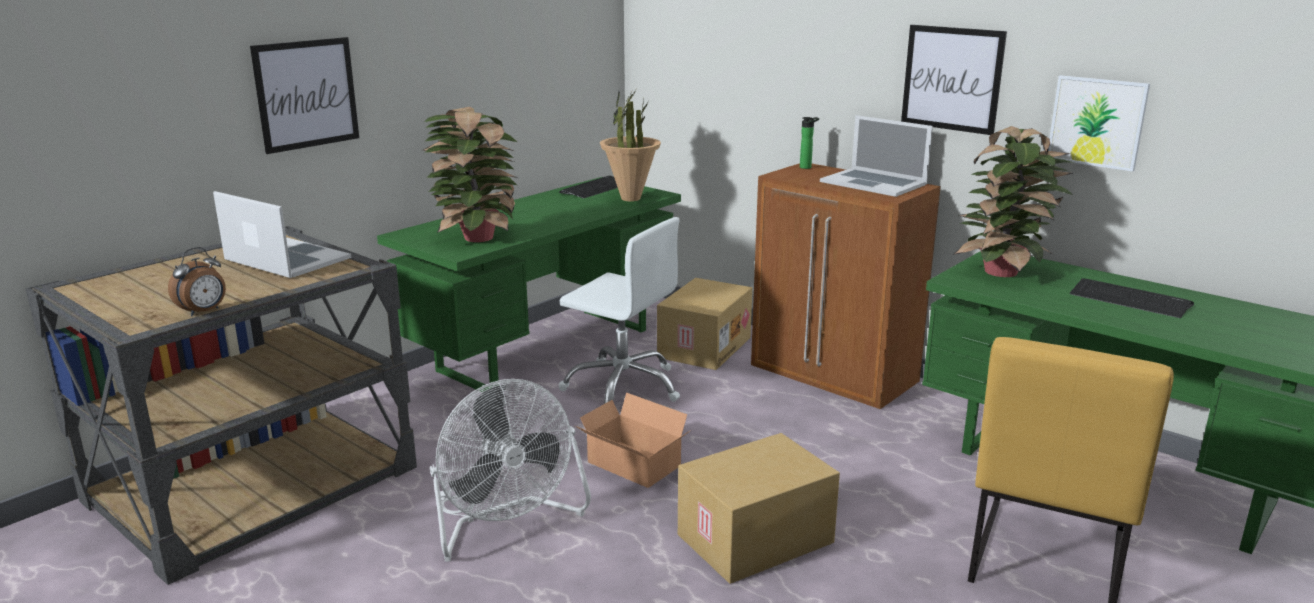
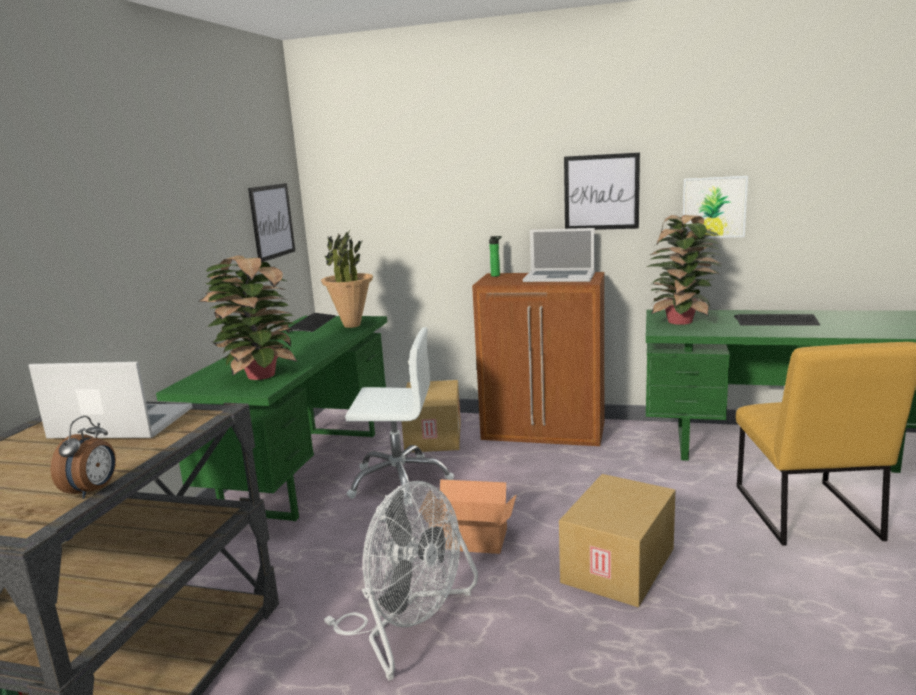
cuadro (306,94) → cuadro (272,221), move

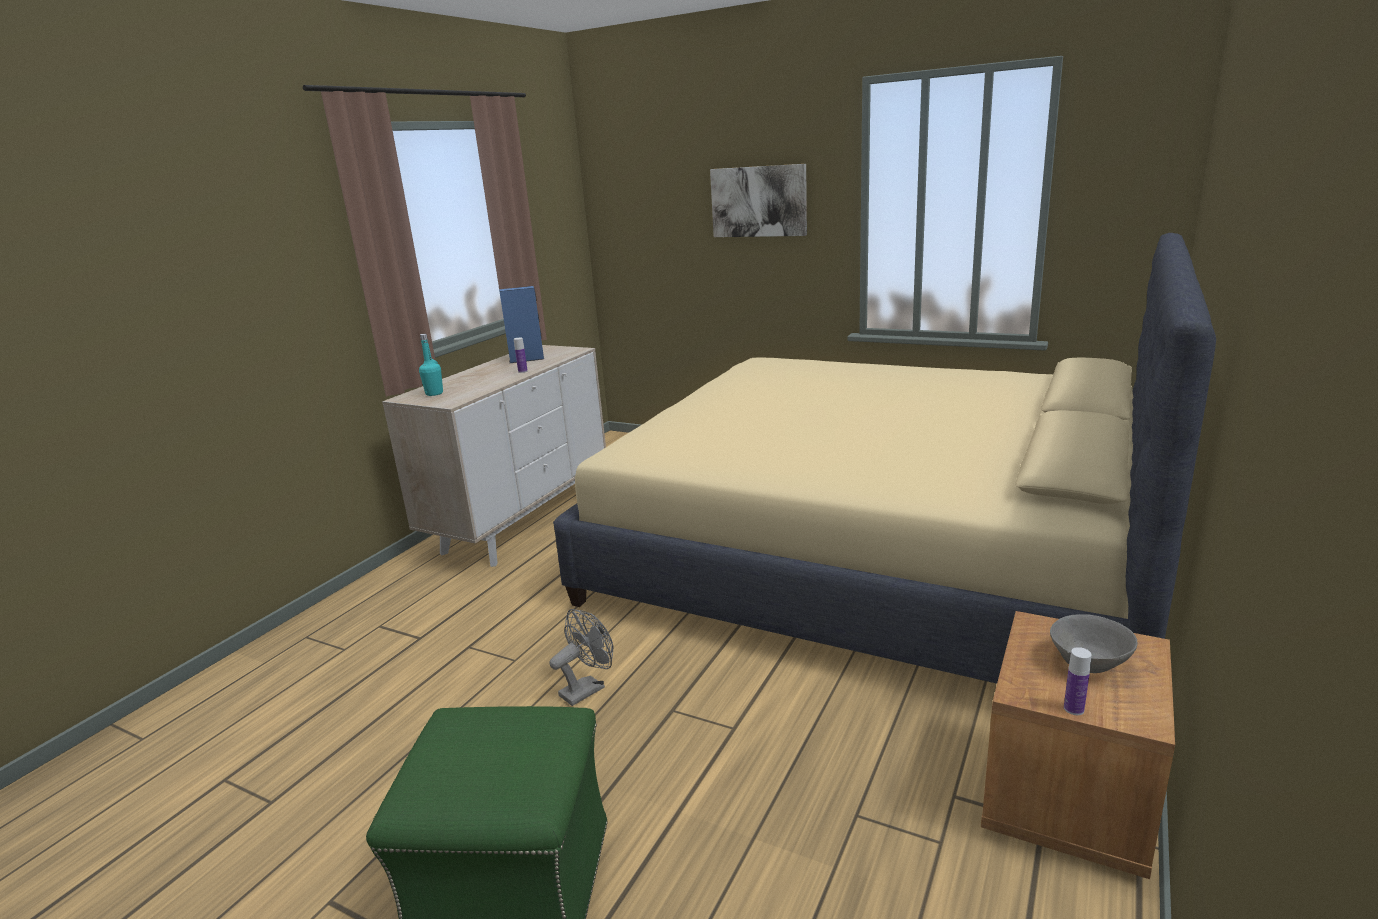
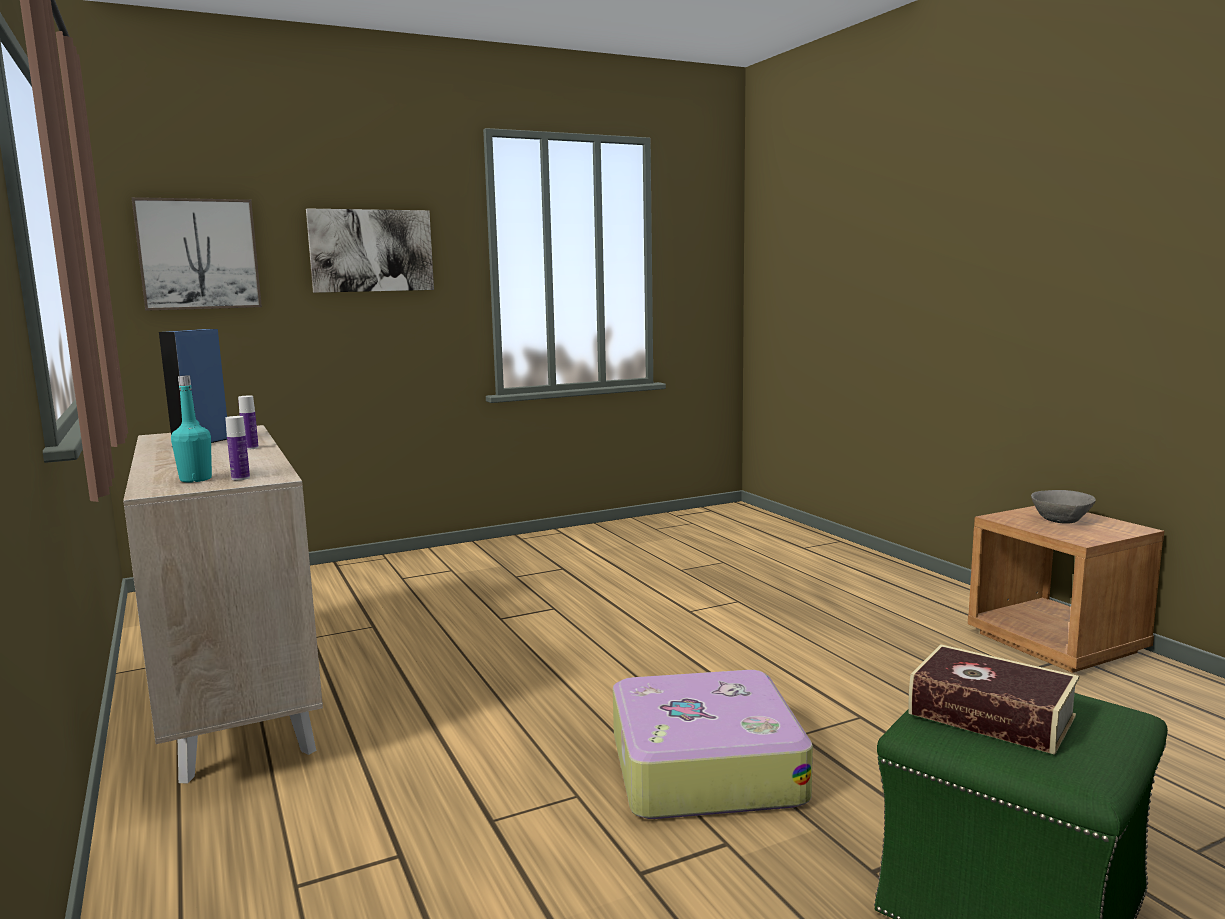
ventilador/gris (587,688) → maleta (703,767)
cama/beis (877,552) → -
botella (1073,709) → botella (240,478), move
- → cuadro (198,254)
- → libro (991,715)

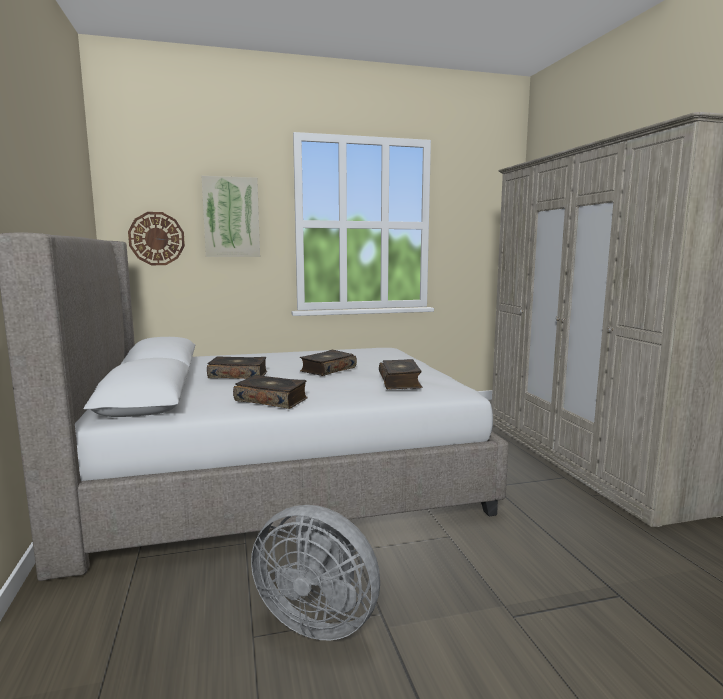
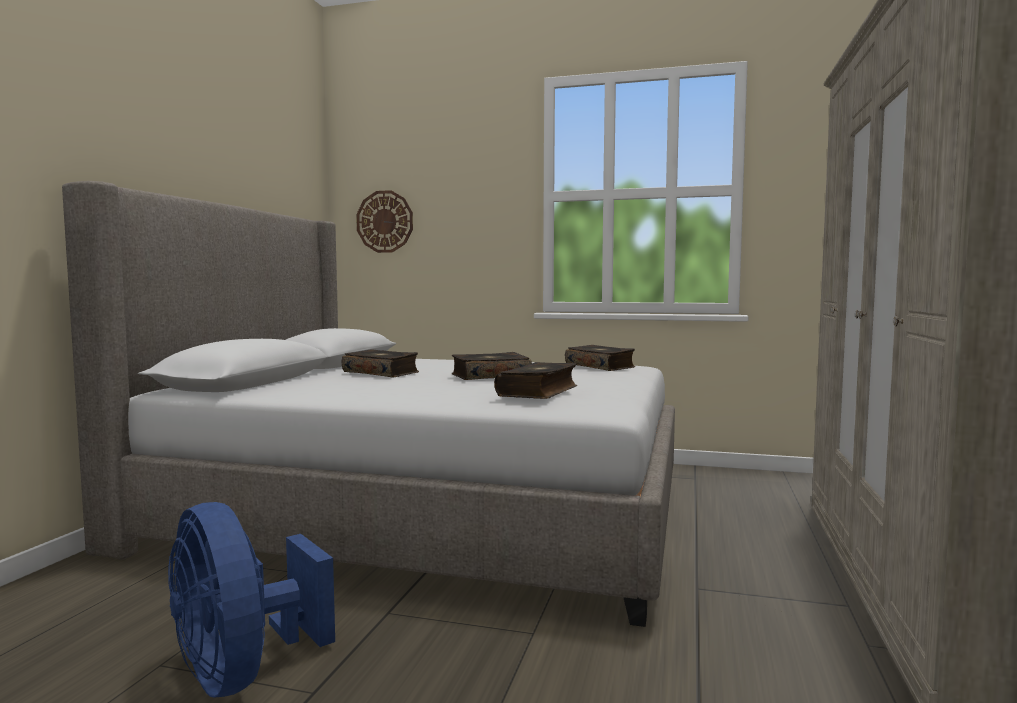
cuadro (231,217) → -
libro (272,400) → libro (600,366), move
ventilador/gris (318,619) → ventilador/azul (242,672)

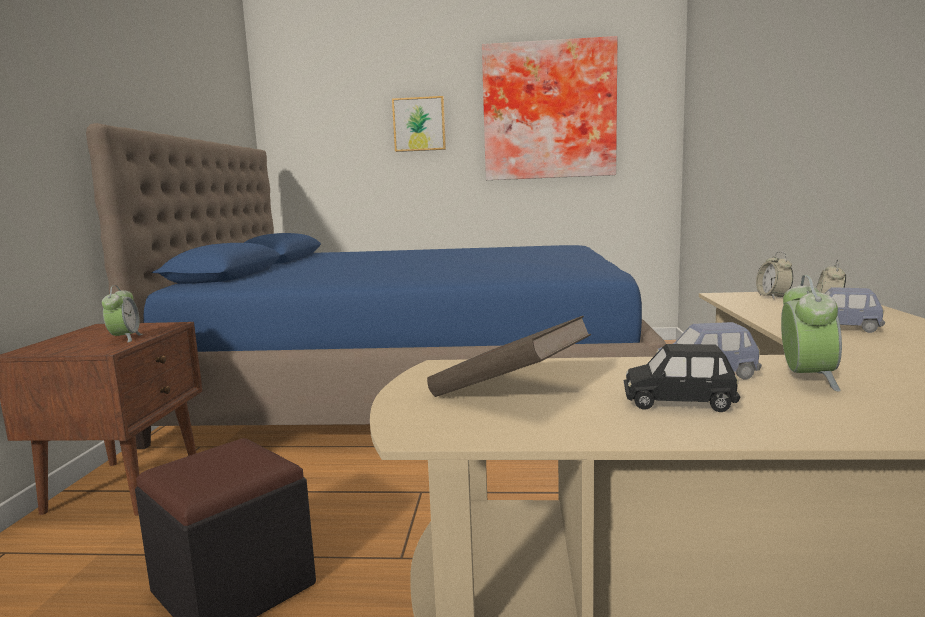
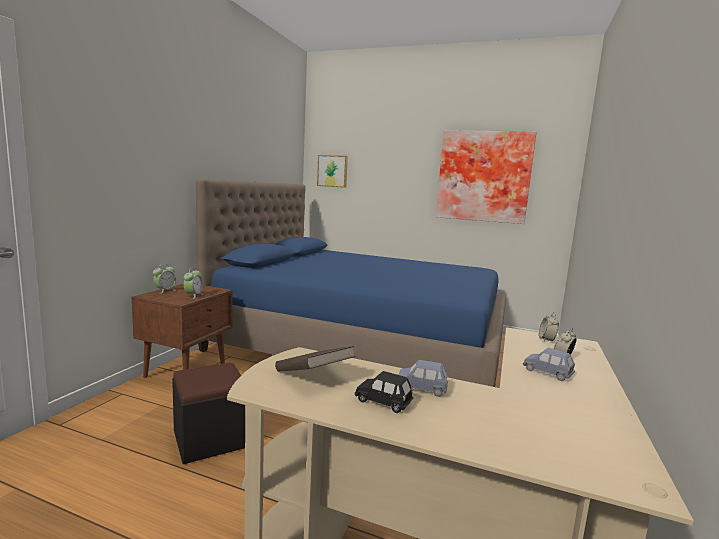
cuadro (419,124) → cuadro (332,171), move
despertador (806,379) → despertador (165,291), move

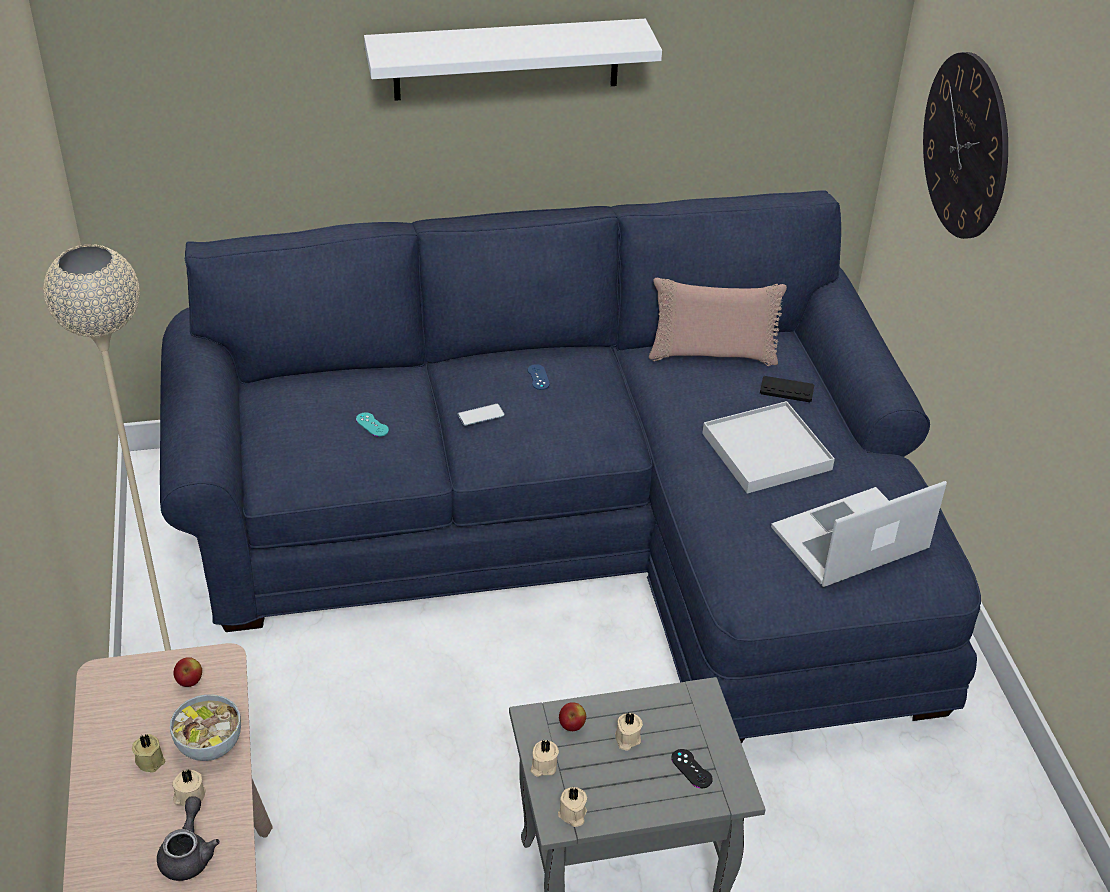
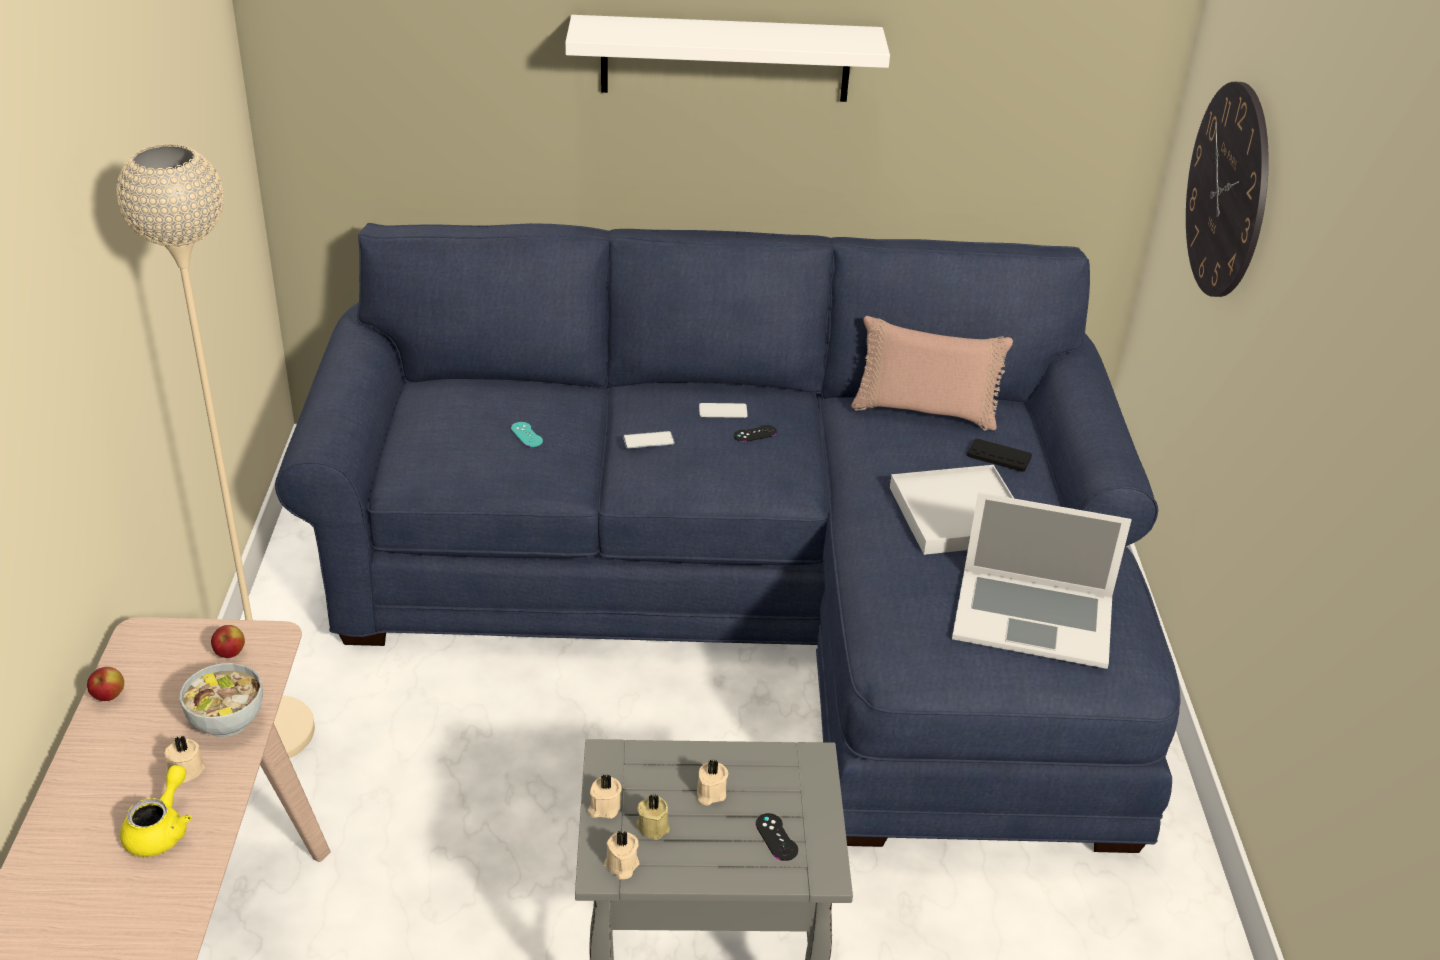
vela/beis (150,760) → vela/beis (653,825), move
tetera/gris (188,853) → tetera/amarillo (161,830)
mando de consola/azul (538,377) → móvil (723,411)
manzana (572,726) → manzana (109,696), move
portátil (850,538) → portátil (1033,617), 150 degrees counterclockwise
- → mando de consola/negro (755,434)

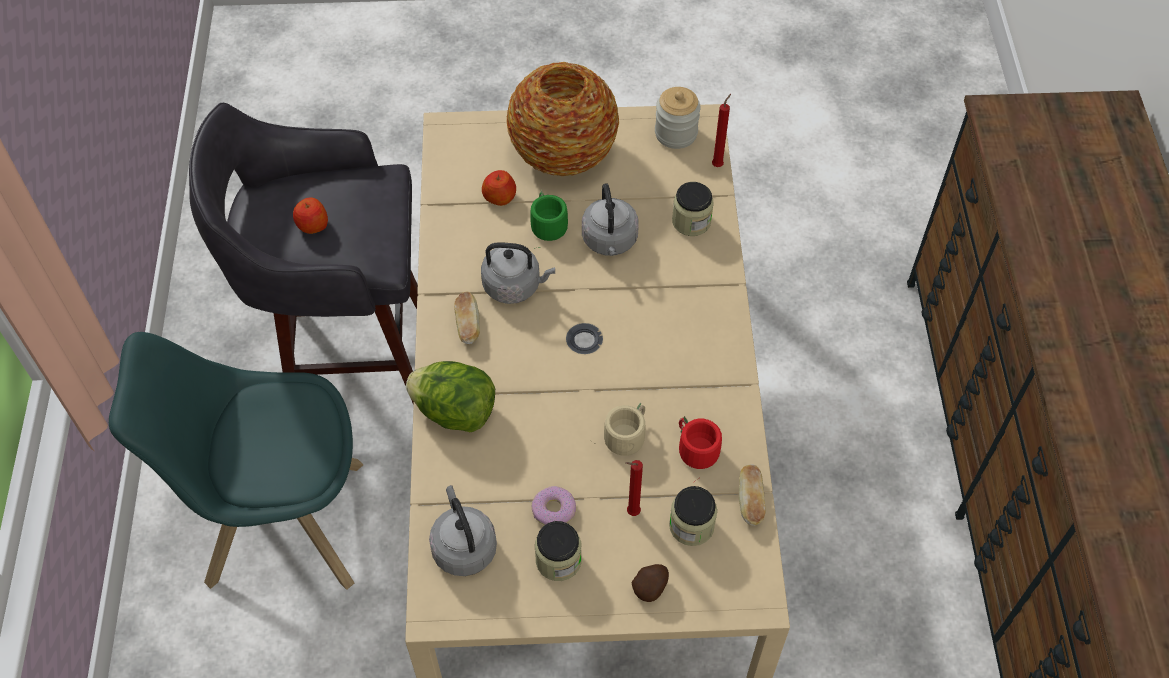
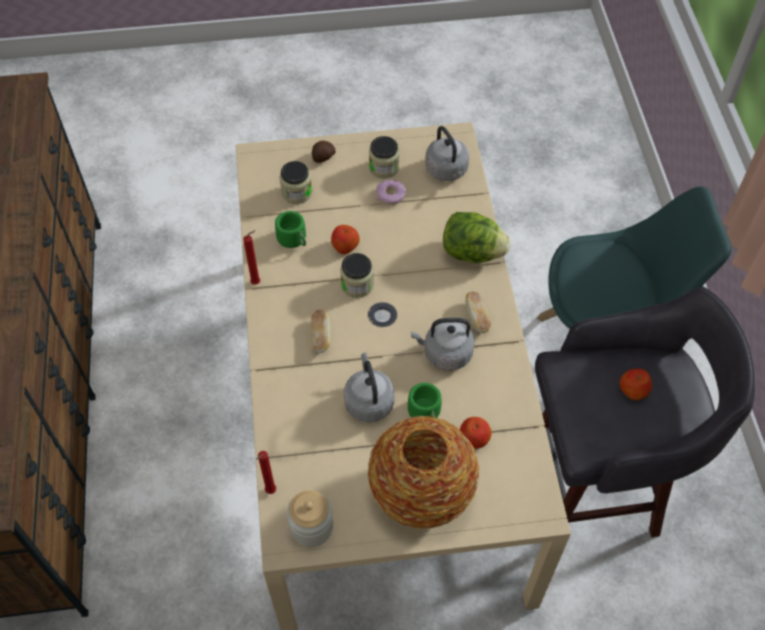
taza grande/beis (625,434) → manzana (345,246)
vela/rojo (631,512) → vela/rojo (257,282), move
tarro (691,221) → tarro (357,285), move
taza grande/rojo (693,450) → taza grande/verde (295,239)
pan (750,501) → pan (320,336), move

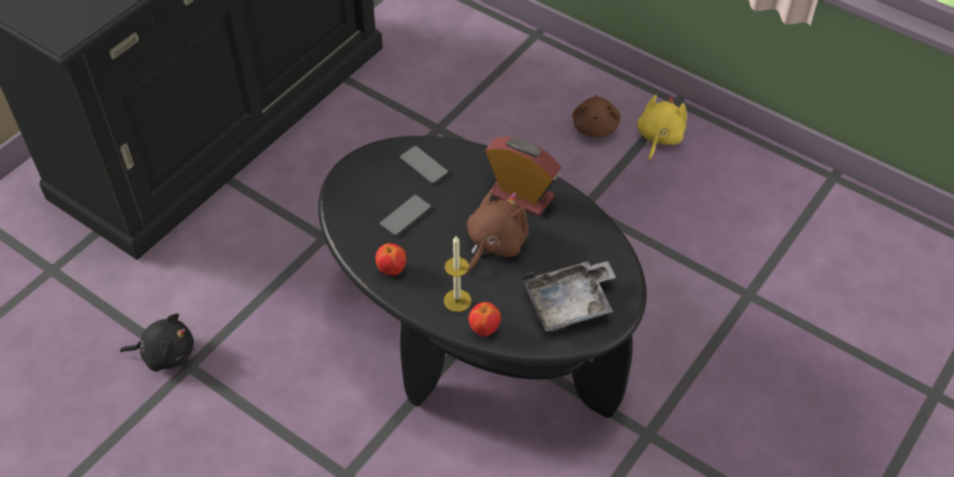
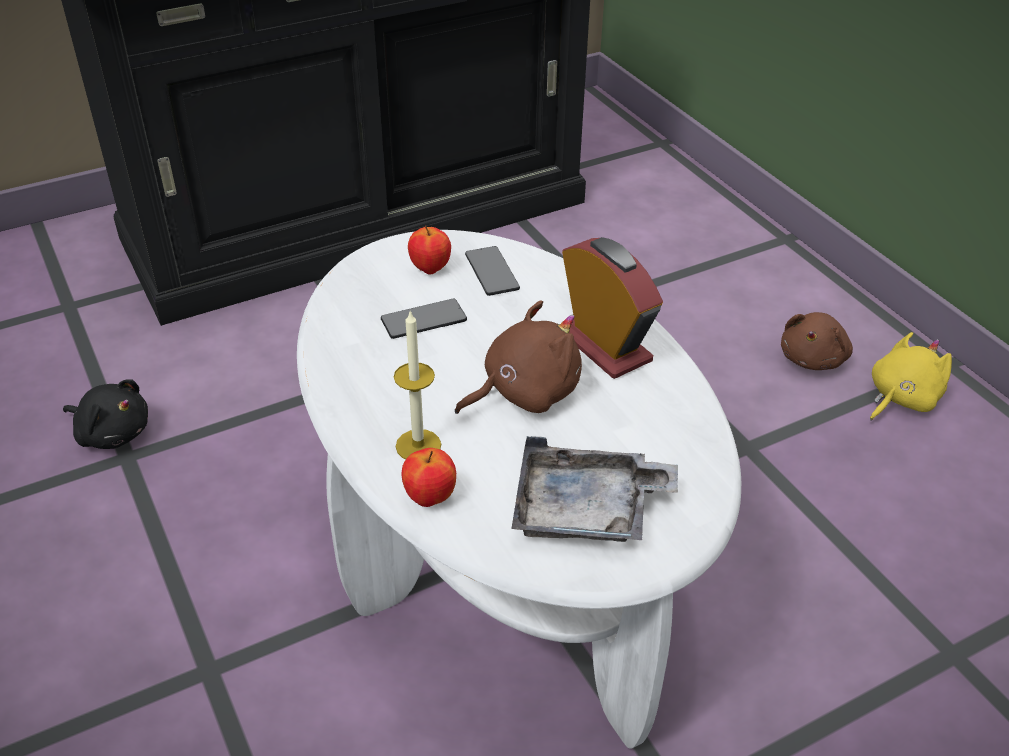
mesa de centro/negro (477,336) → mesa de centro/blanco (502,556)
manzana (392,270) → manzana (430,269), move

